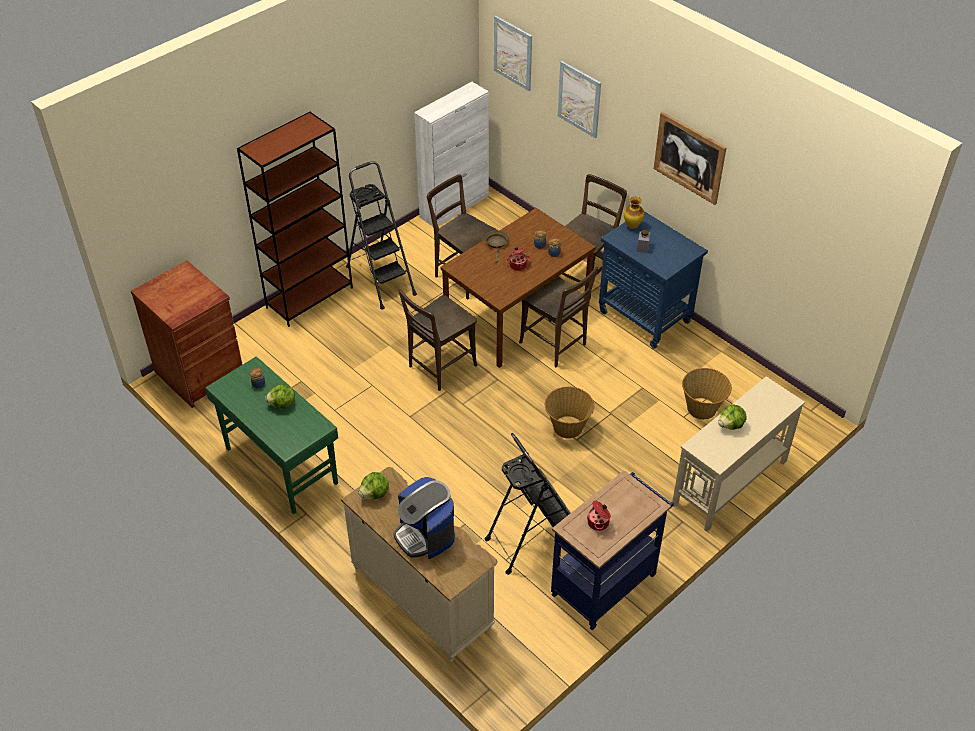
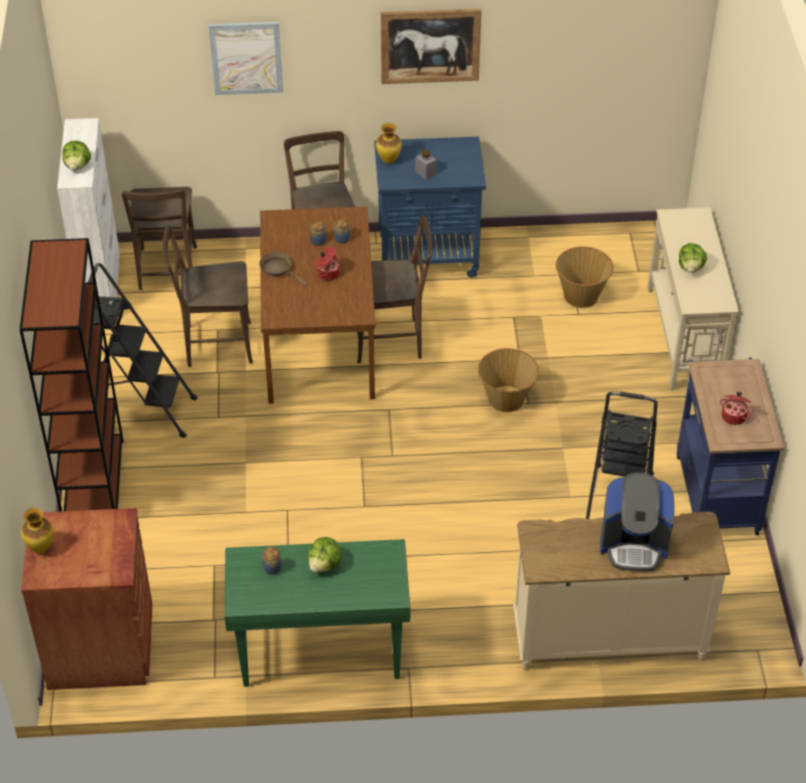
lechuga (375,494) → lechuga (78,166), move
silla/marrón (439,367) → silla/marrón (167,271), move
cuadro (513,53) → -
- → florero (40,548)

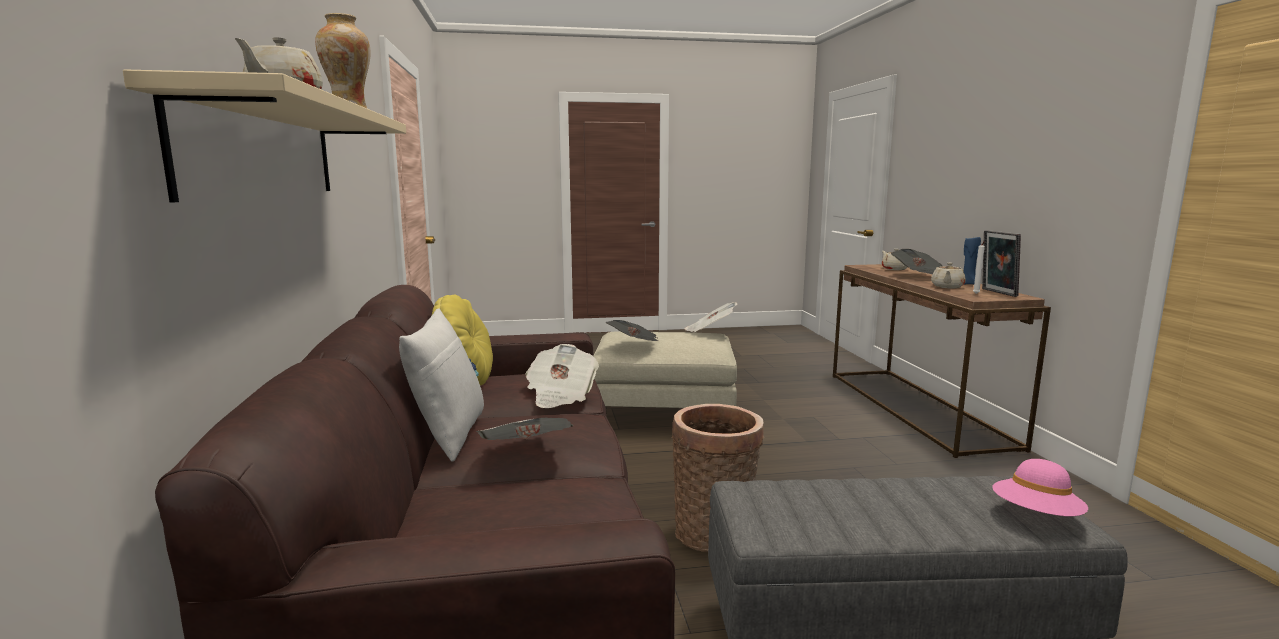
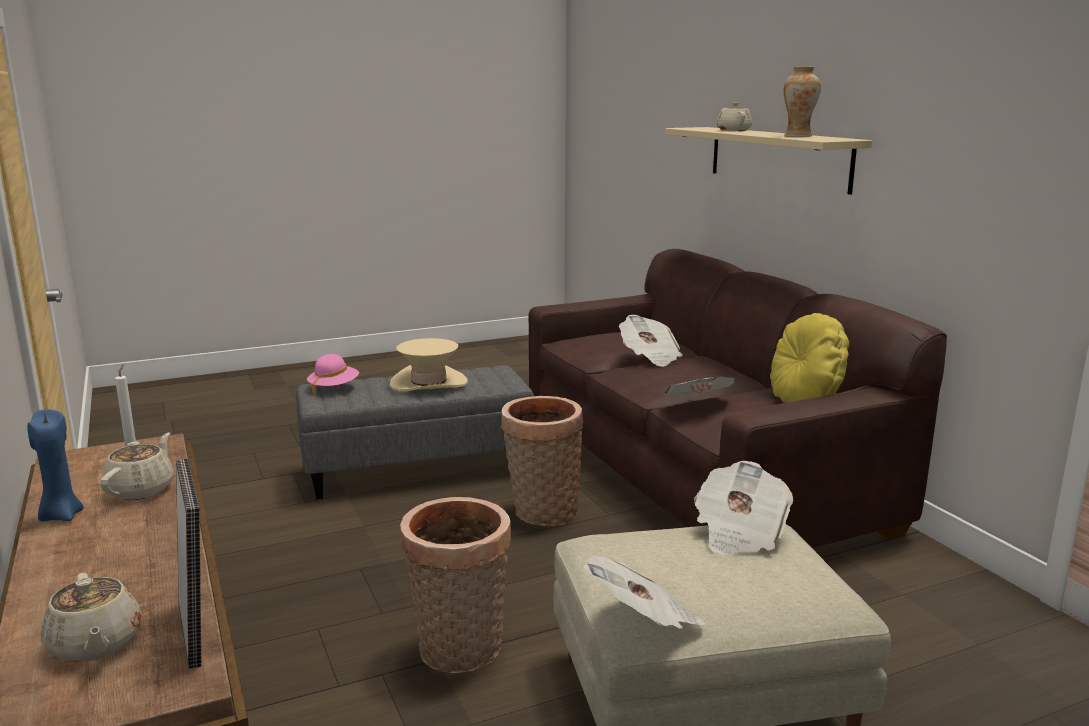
cojín/gris (449,436) → -
periódico (918,276) → -
portarretratos (996,292) → portarretratos (198,631), move
- → sombrero/beis (429,383)
- → cesta (459,652)

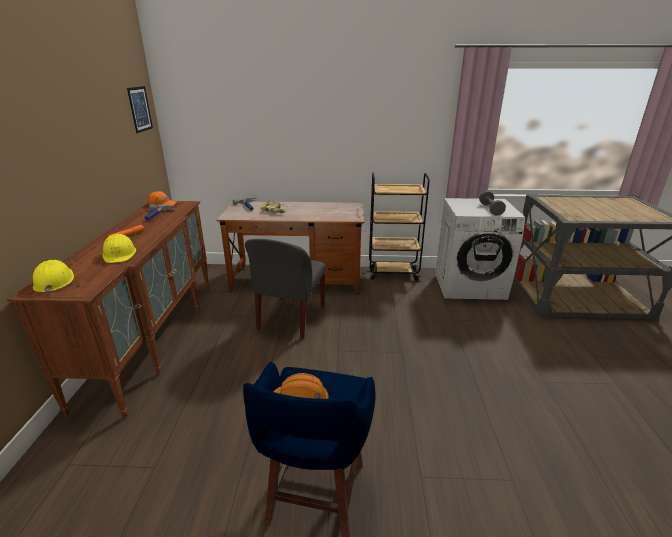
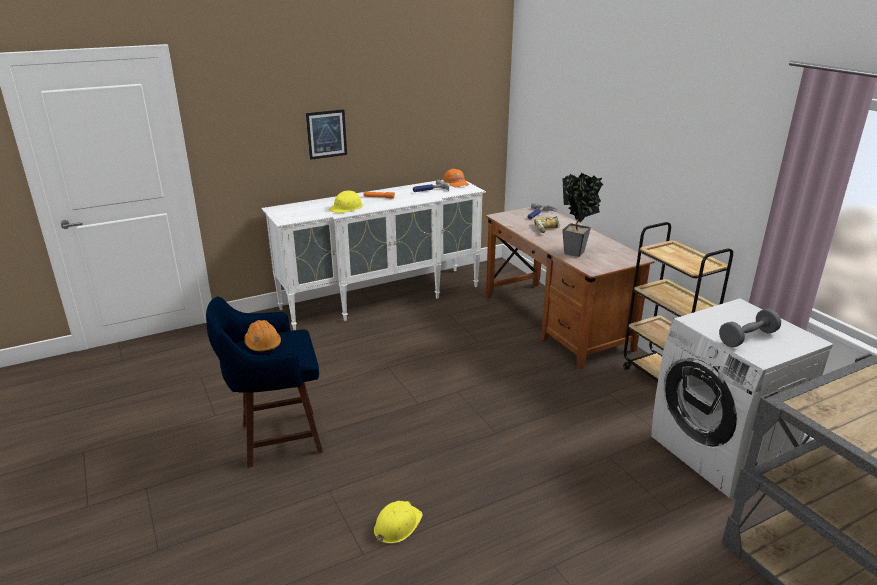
armario/marrón (154,338) → armario/blanco (382,298)
casco/amarillo (54,281) → casco/amarillo (397,525), move
cuadro (140,109) → cuadro (326,134), move
silla/gris (290,318) → -
- → planta en maceta (576,254)

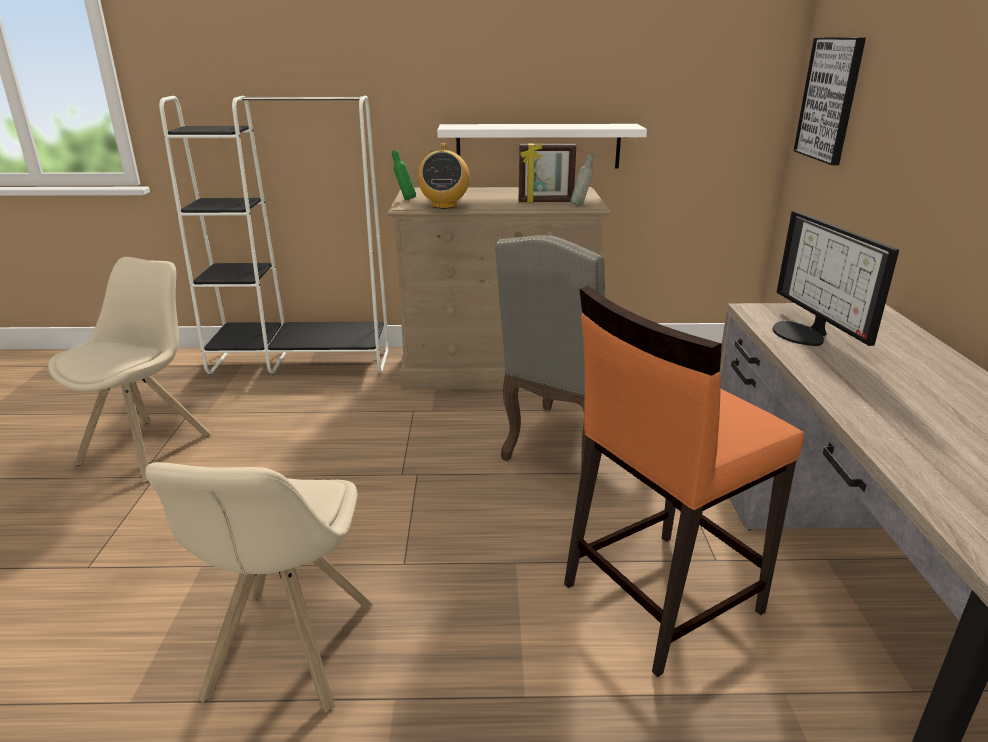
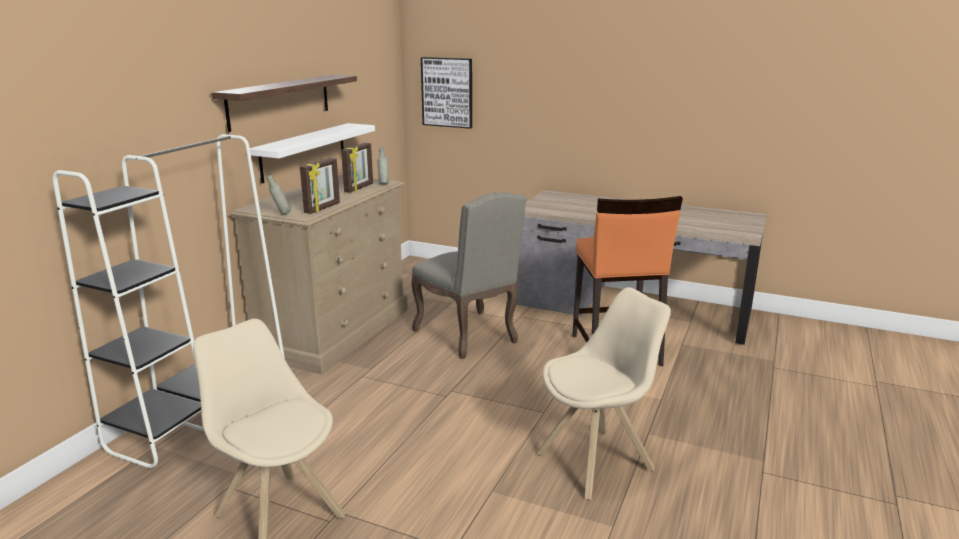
silla/beis (289,649) → silla/beis (596,462), 60 degrees counterclockwise
botella/verde (405,199) → botella/gris (281,214)
radio (444,205) → portarretratos (323,208)
monitor (804,333) → -
- → estante (280,101)

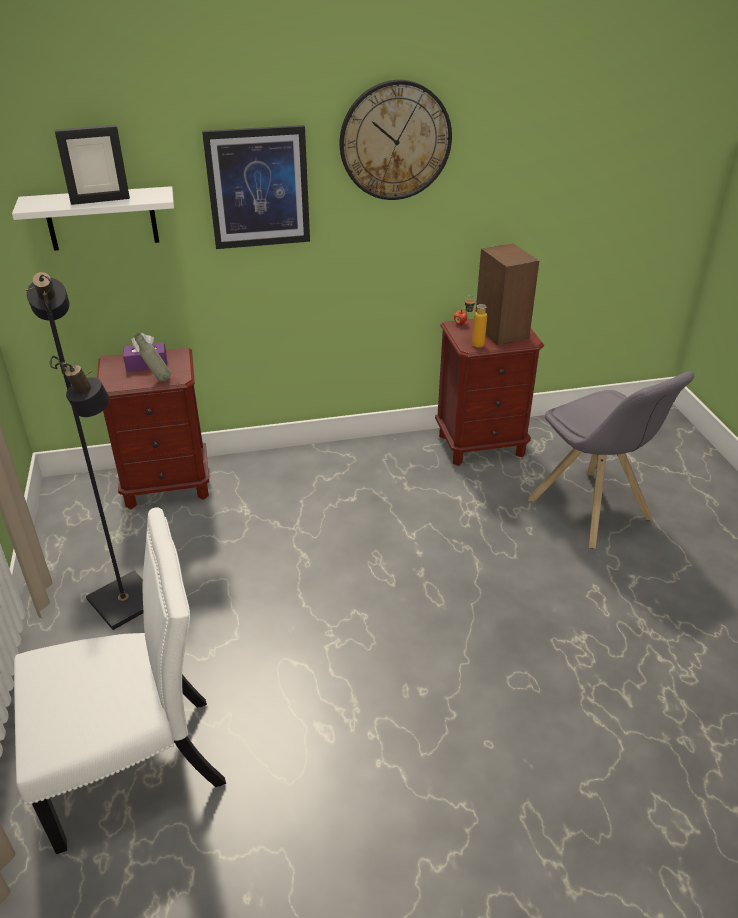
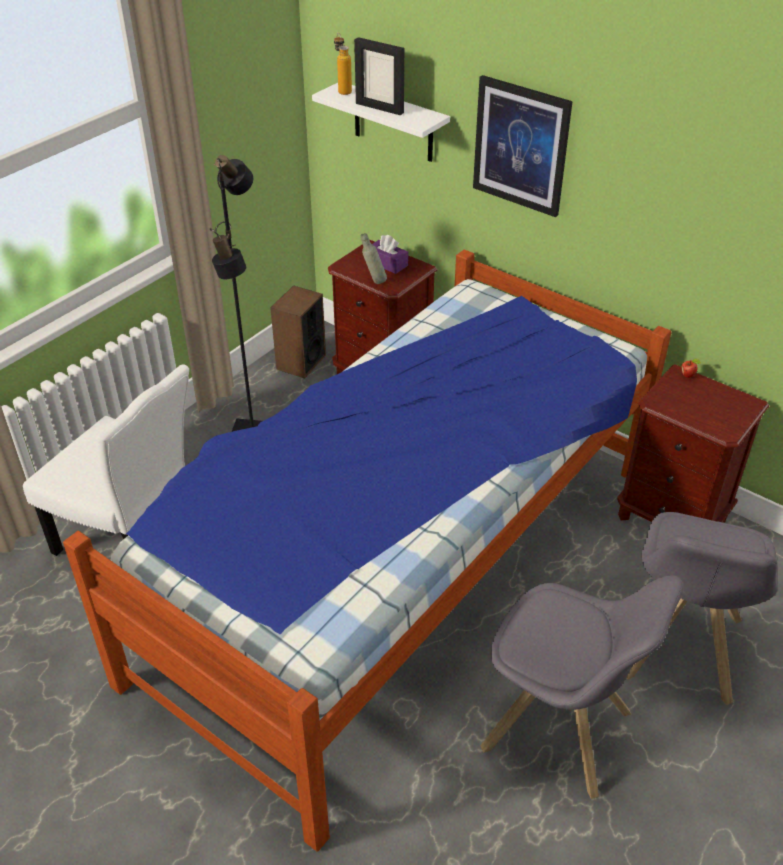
reloj de pared (395,141) → -
botella (472,344) → botella (343,90), move
altavoz (501,331) → altavoz (301,362), move
- → cama (399,568)
- → silla/gris (558,730)

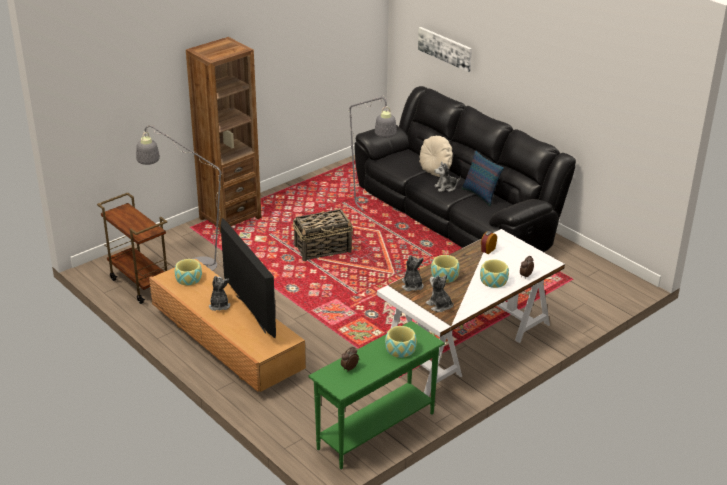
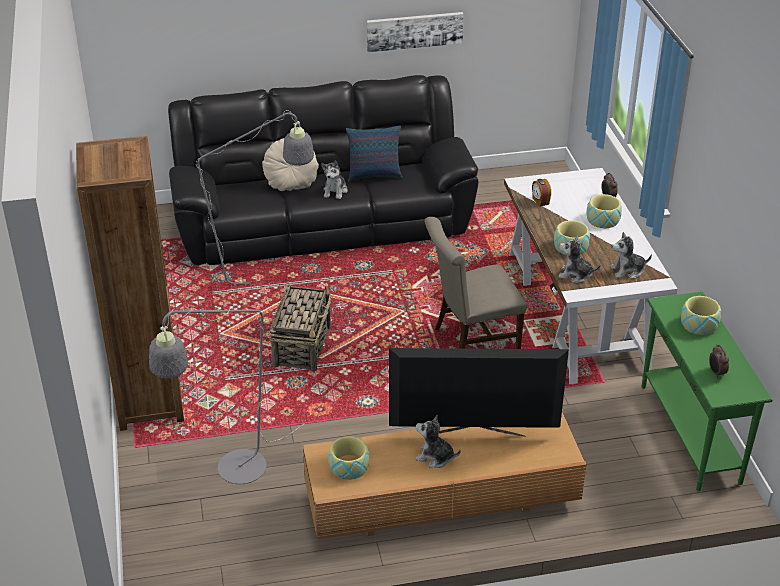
carrito/marrón (140,284) → -
cuadro (445,48) → cuadro (414,31), move
- → silla/beis (471,342)

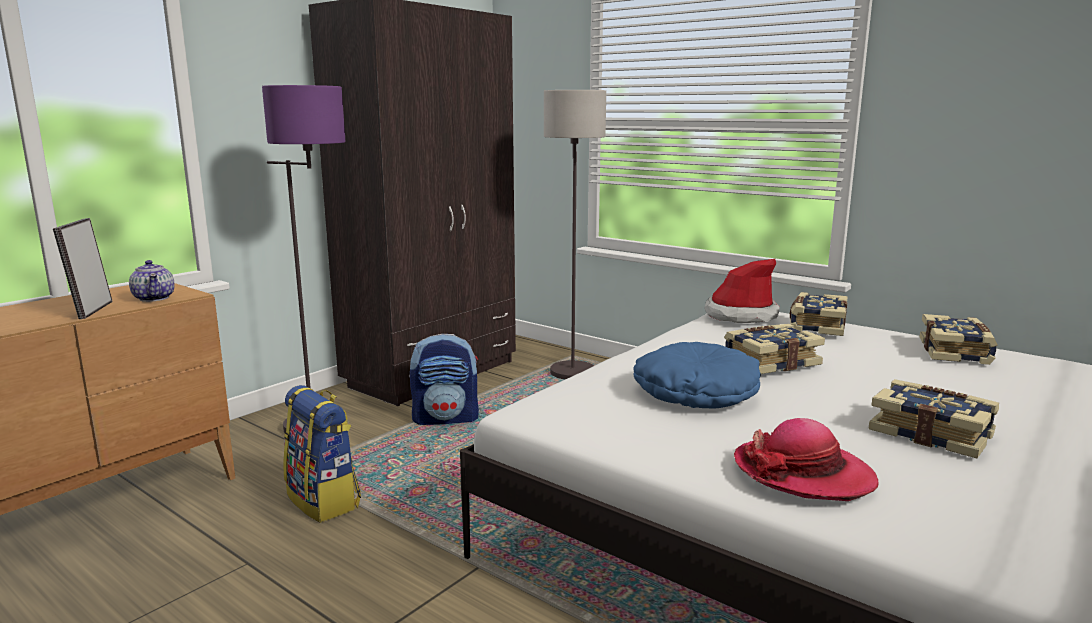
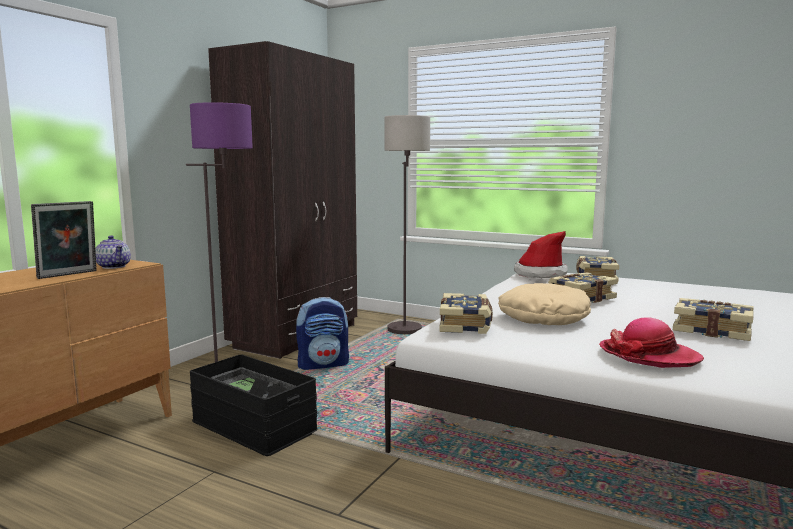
portarretratos (91,310) → portarretratos (69,275), 120 degrees counterclockwise
mochila (324,501) → caja de almacenaje/negro (255,425)
cojín/azul (698,394) → cojín/beis (545,318)
libro (956,352) → libro (466,325), move

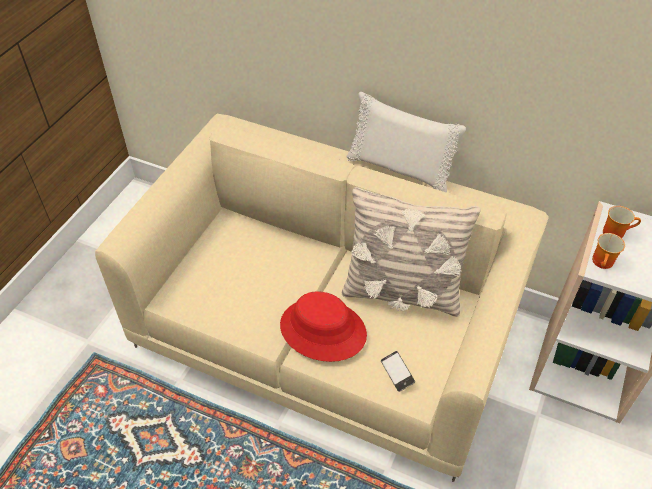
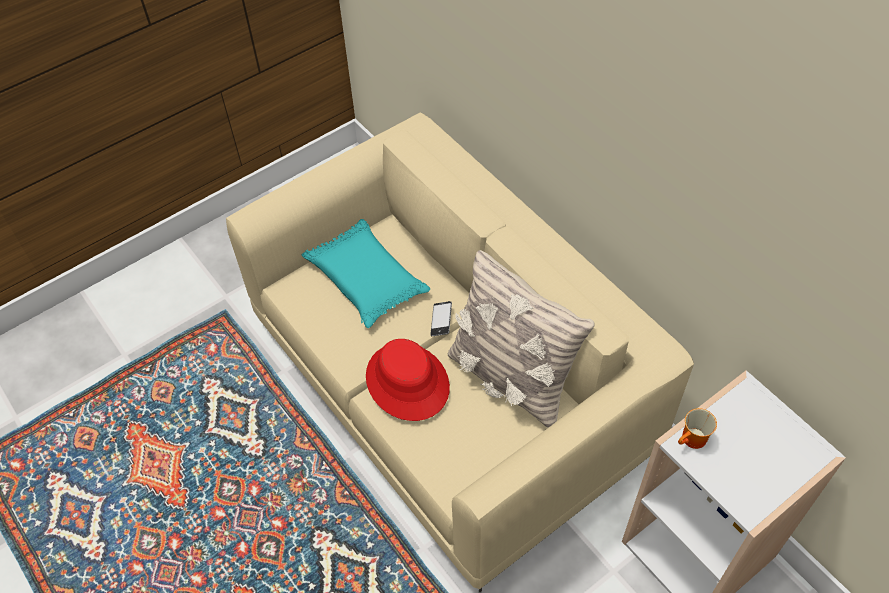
cojín/blanco (399,169) → -
móvil (397,373) → móvil (441,320), move
taza grande (615,232) → -
- → cojín/turquesa (365,278)

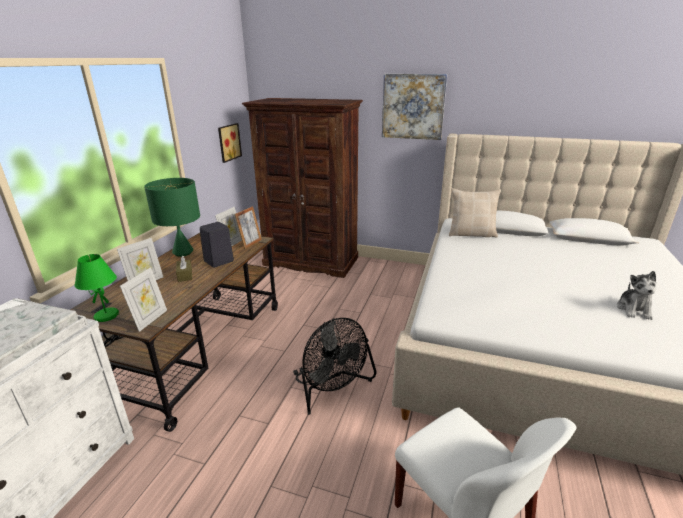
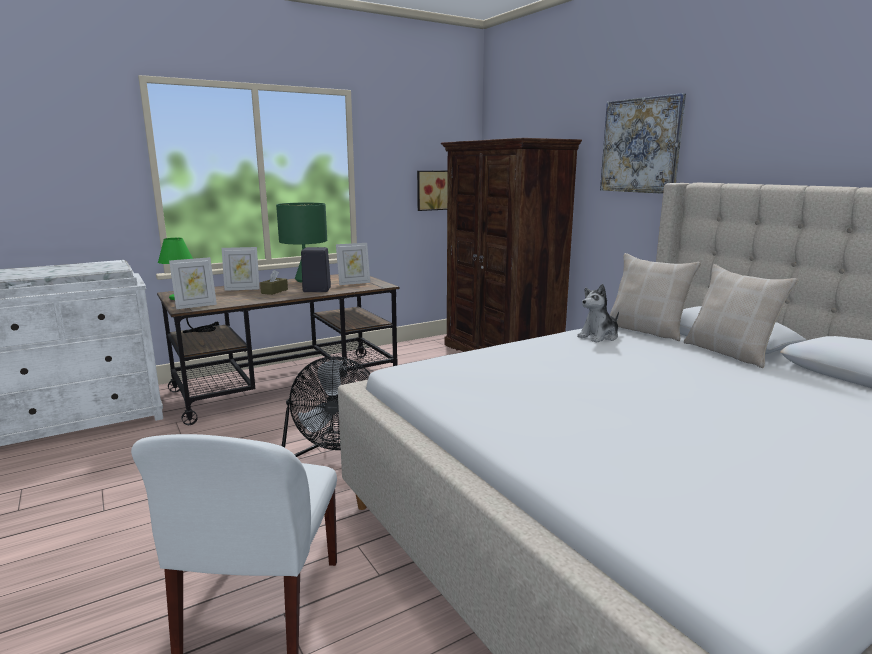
portarretratos (250,243) → -
peluche (633,310) → peluche (599,336), move
- → cojín/beis (730,353)

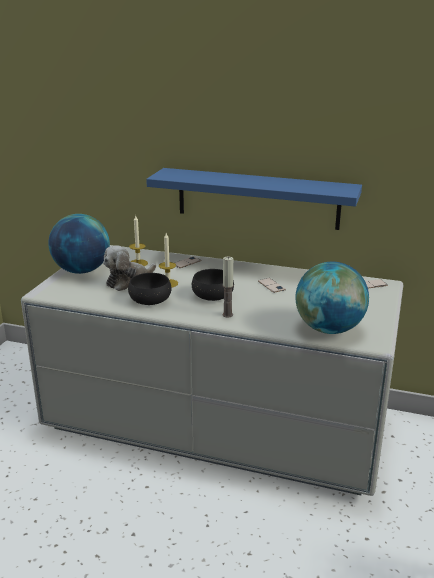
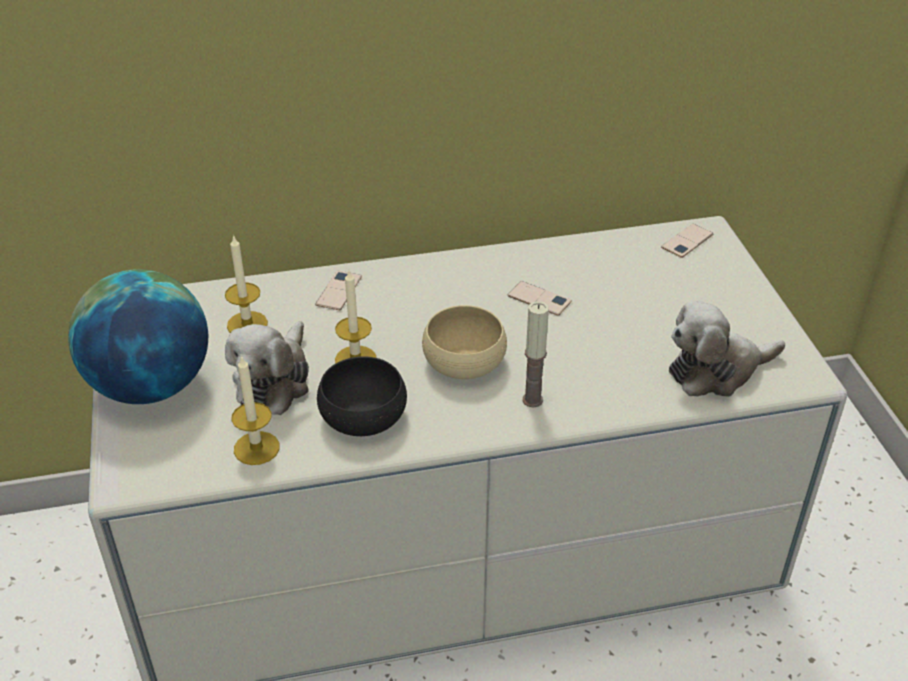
estante/azul (257,198) → -
cuenco/negro (213,295) → cuenco/beis (464,361)
globo terráqueo (329,329) → peluche (716,370)
- → vela (256,448)

